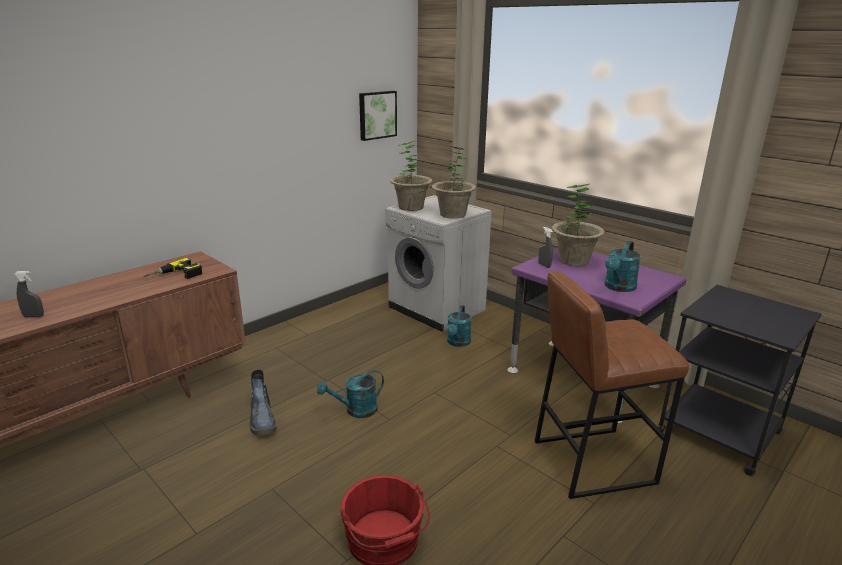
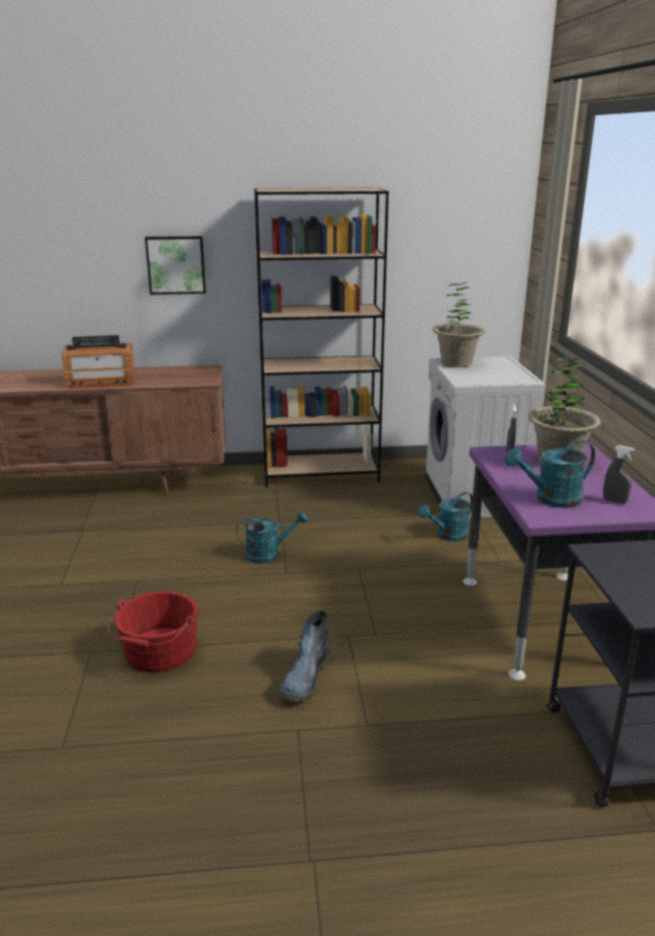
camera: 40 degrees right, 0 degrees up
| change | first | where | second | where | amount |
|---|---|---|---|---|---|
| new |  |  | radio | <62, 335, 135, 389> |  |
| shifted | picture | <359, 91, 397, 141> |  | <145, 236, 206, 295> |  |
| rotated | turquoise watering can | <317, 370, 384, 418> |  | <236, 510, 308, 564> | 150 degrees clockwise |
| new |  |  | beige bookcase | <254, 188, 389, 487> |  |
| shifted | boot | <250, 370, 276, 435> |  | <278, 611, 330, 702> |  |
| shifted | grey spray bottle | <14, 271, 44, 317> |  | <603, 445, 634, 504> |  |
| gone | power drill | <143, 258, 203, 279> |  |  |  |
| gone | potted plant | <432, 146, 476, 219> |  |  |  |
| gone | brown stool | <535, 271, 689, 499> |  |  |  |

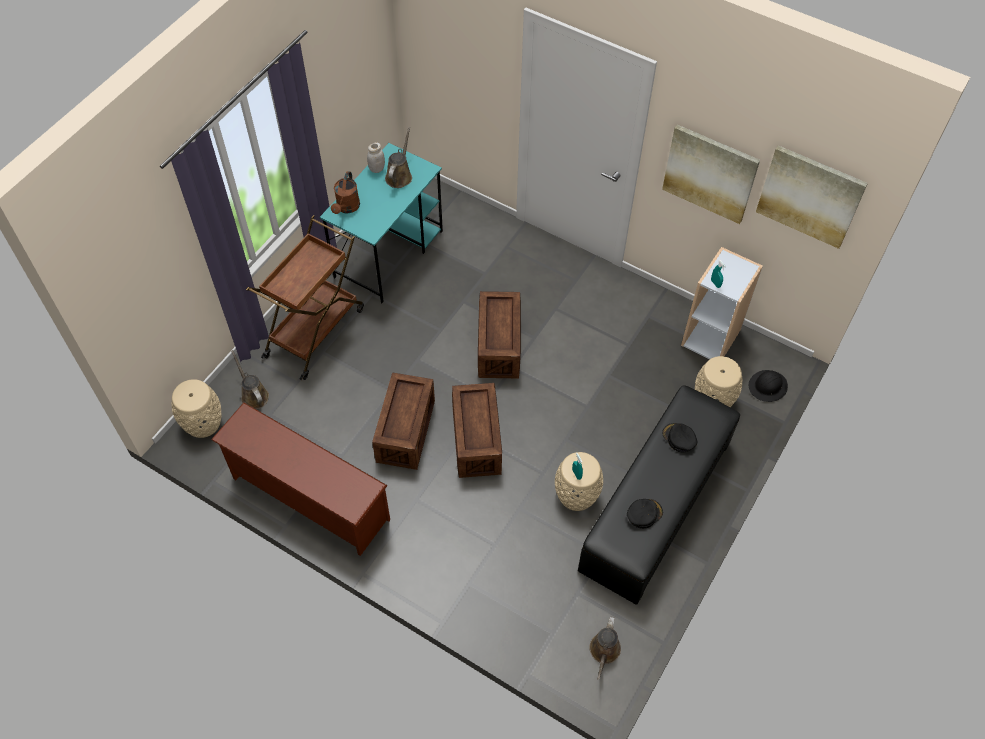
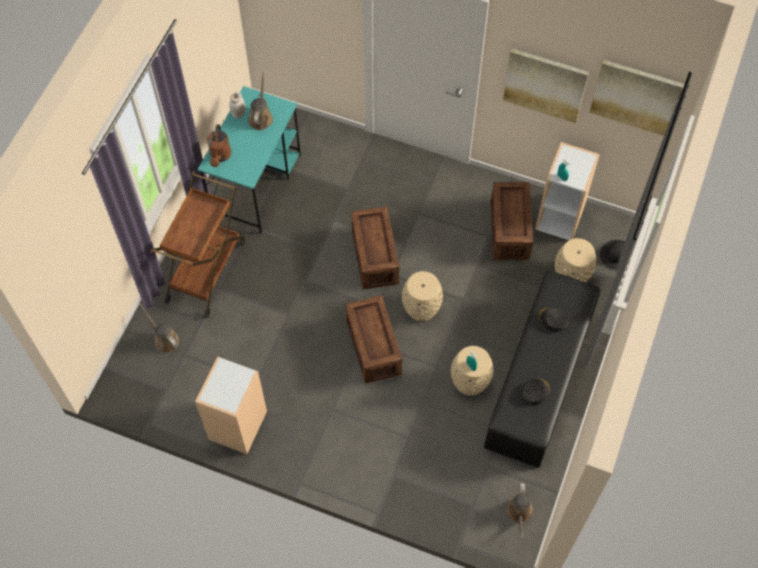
camera: 10 degrees left, 5 degrees up
| change | first | where | second | where | amount |
|---|---|---|---|---|---|
| swapped | brown shoe rack | <211, 402, 390, 556> | bookcase | <195, 356, 267, 454> |  |
| shifted | beige stool | <172, 379, 221, 438> |  | <402, 271, 443, 321> |  |
| shifted | crate | <372, 372, 435, 470> |  | <491, 182, 533, 260> |  |

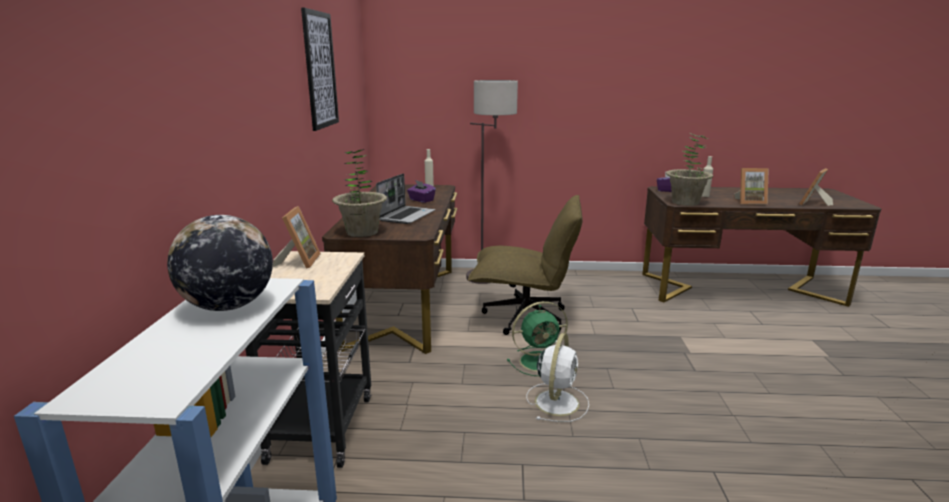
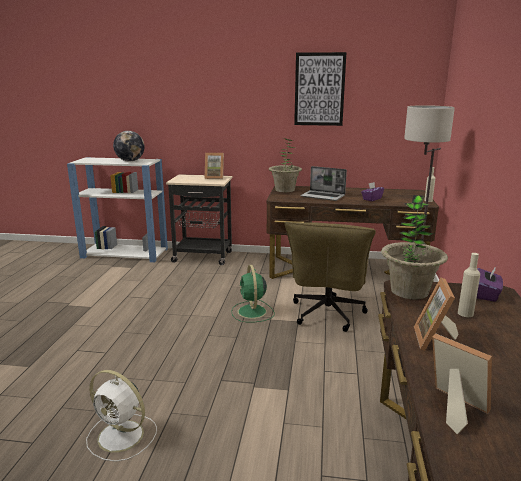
camera: 95 degrees right, 0 degrees up
| change | first | where | second | where | amount |
|---|---|---|---|---|---|
| shifted | white fan | <526, 333, 589, 422> |  | <86, 370, 157, 462> |  |

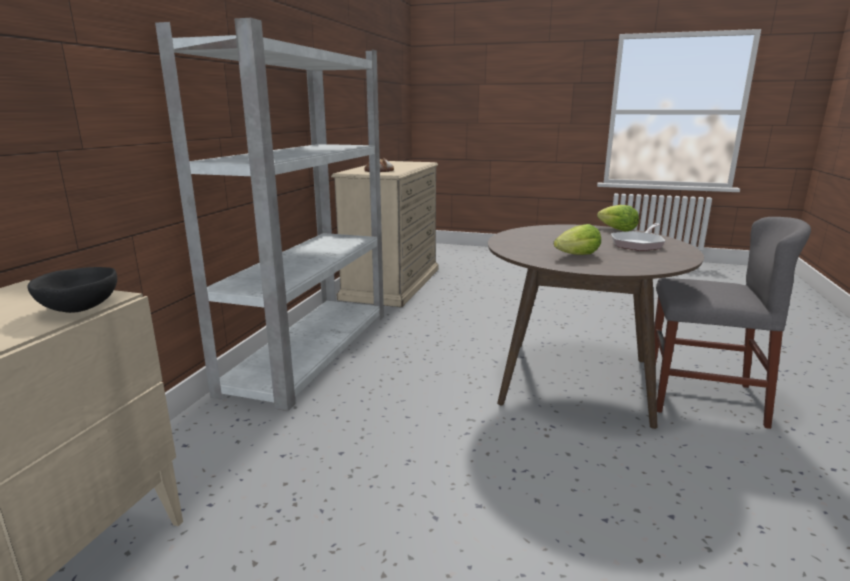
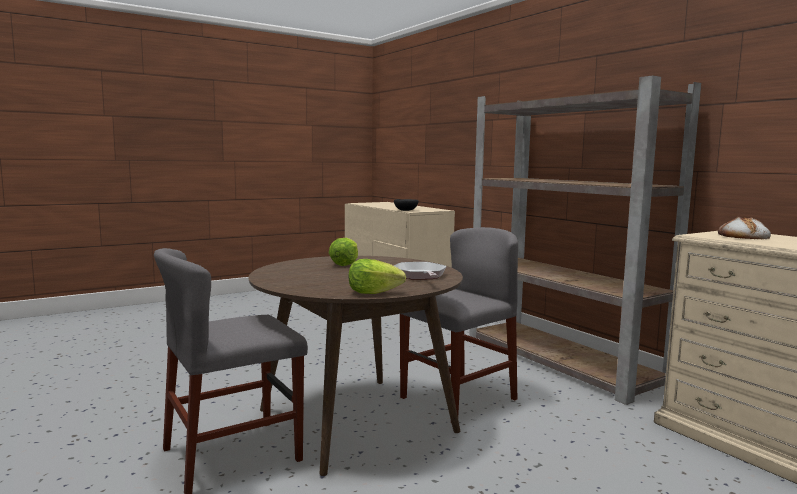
camera: 130 degrees right, 10 degrees down
| change | first | where | second | where | amount |
|---|---|---|---|---|---|
| shifted | frying pan | <611, 223, 665, 251> |  | <394, 262, 446, 280> |  |
| new |  |  | grey chair | <400, 227, 518, 415> |  |
| repainted | white bookcase | <155, 18, 384, 411> | brown bookcase | <469, 76, 701, 405> |  |

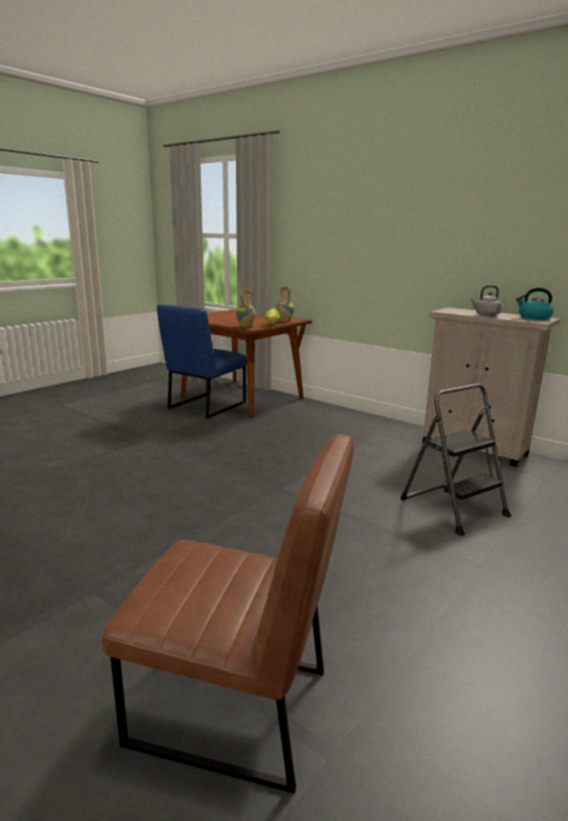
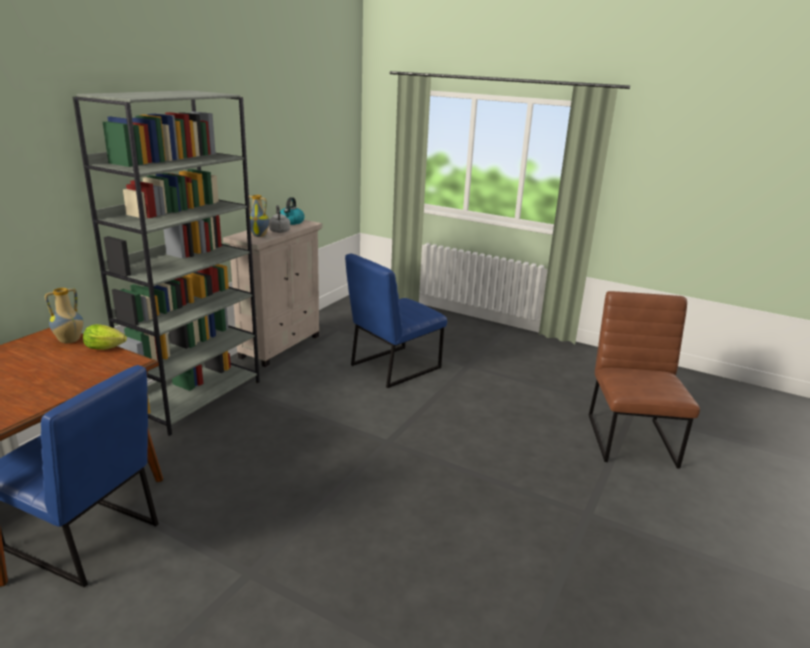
camera: 100 degrees left, 5 degrees up
| change | first | where | second | where | amount |
|---|---|---|---|---|---|
| new |  |  | grey bookcase | <73, 90, 260, 436> |  |
| shifted | vase | <236, 290, 256, 327> |  | <249, 195, 270, 237> |  |
| swapped | black step ladder | <400, 384, 511, 536> | blue chair | <345, 254, 447, 388> |  |

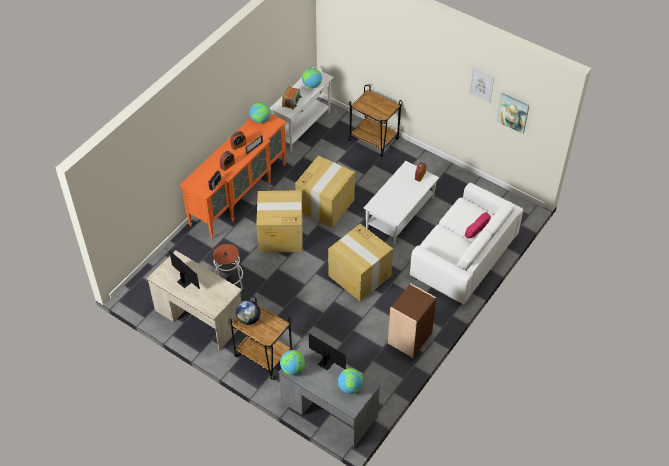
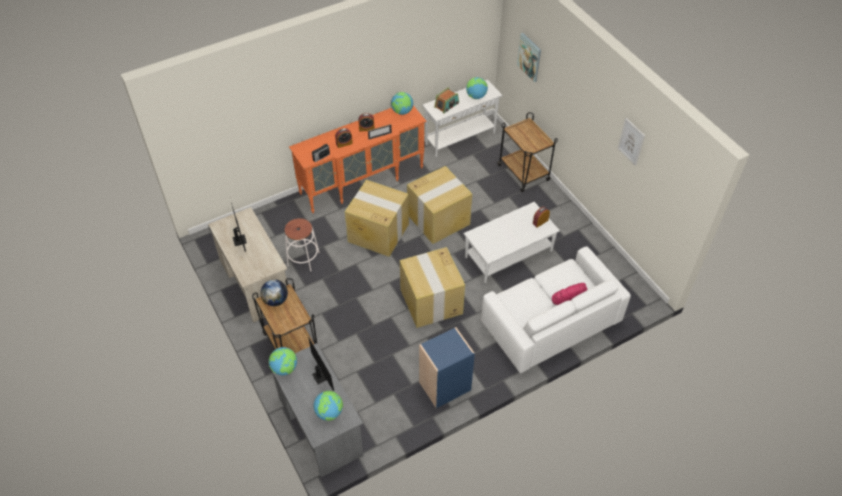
camera: 25 degrees right, 0 degrees up
| change | first | where | second | where | amount |
|---|---|---|---|---|---|
| repainted | brown bookcase | <388, 283, 437, 358> | blue bookcase | <419, 327, 475, 408> |  |
| shifted | picture | <496, 93, 529, 134> |  | <517, 33, 541, 82> |  |

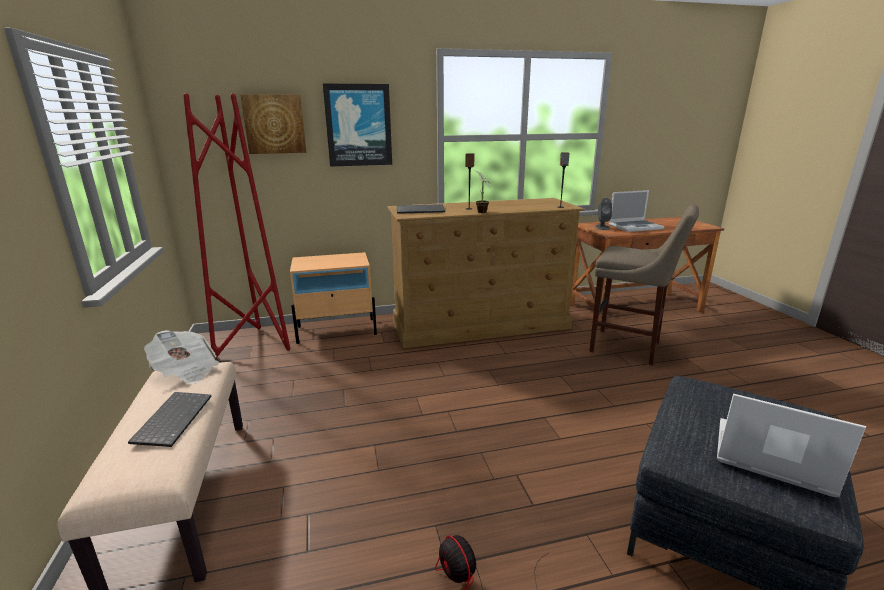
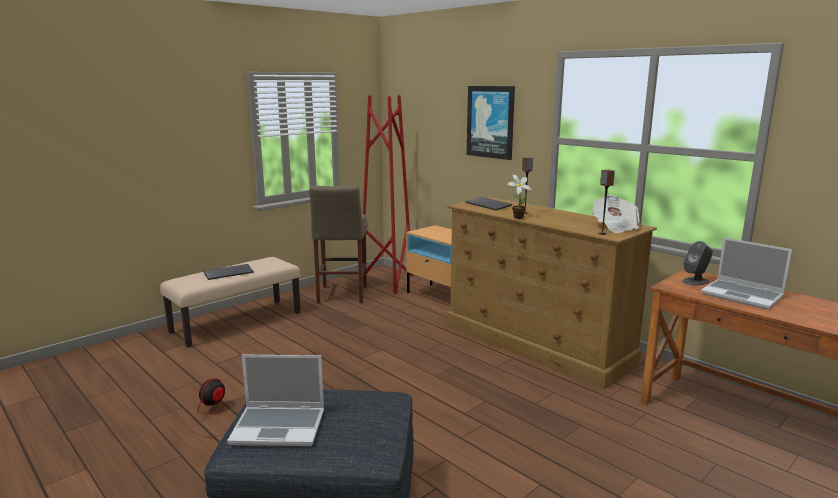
camera: 60 degrees right, 5 degrees down
| change | first | where | second | where | amount |
|---|---|---|---|---|---|
| rotated | laptop | <717, 394, 866, 498> |  | <227, 354, 324, 446> | 90 degrees clockwise |
| shifted | beige stool | <590, 205, 699, 365> |  | <309, 186, 368, 304> |  |
| shifted | newspaper | <144, 330, 219, 384> |  | <592, 195, 640, 233> |  |
| gone | picture | <240, 95, 306, 154> |  |  |  |

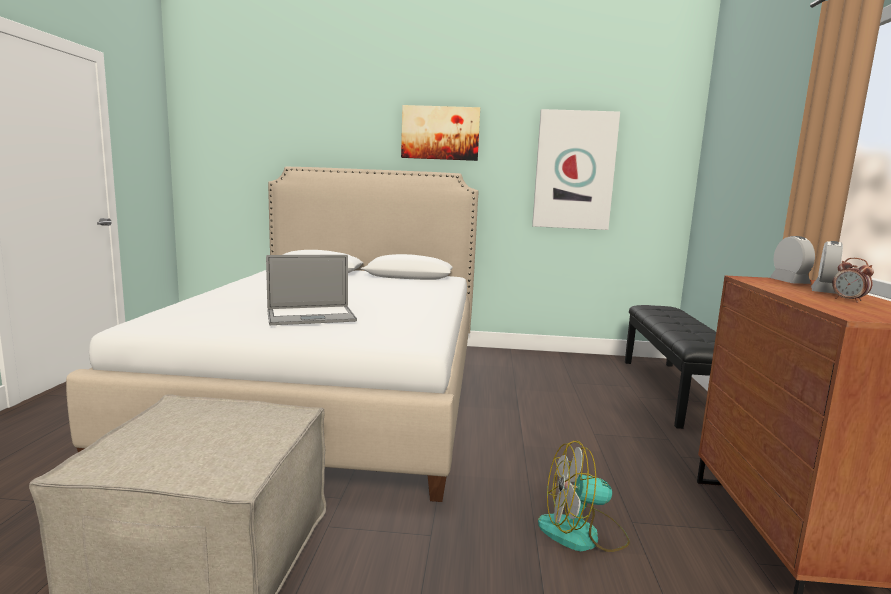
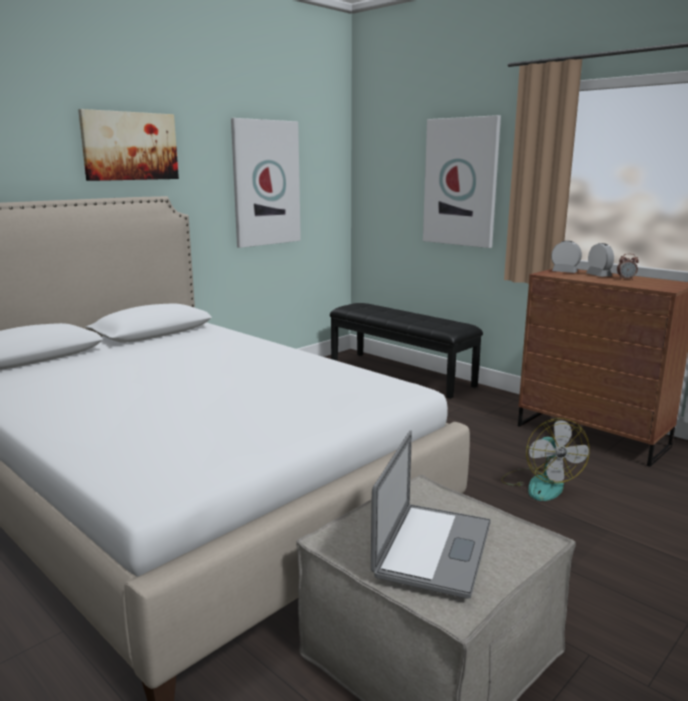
camera: 50 degrees left, 5 degrees up
| change | first | where | second | where | amount |
|---|---|---|---|---|---|
| shifted | laptop | <266, 255, 357, 325> |  | <371, 430, 491, 598> |  |
| new |  |  | picture | <423, 115, 501, 248> |  |
| rotated | fan | <538, 441, 630, 552> |  | <501, 418, 590, 501> | 45 degrees counterclockwise |

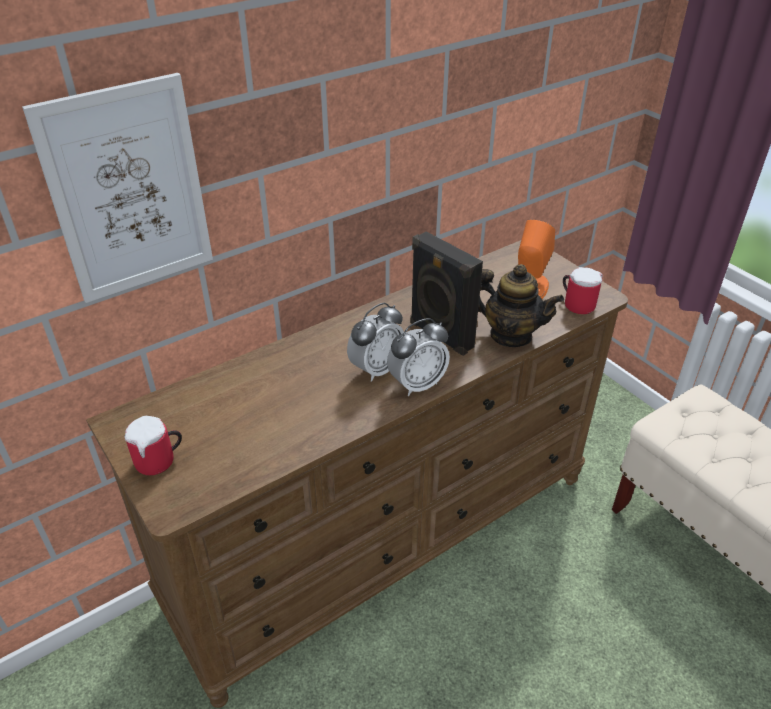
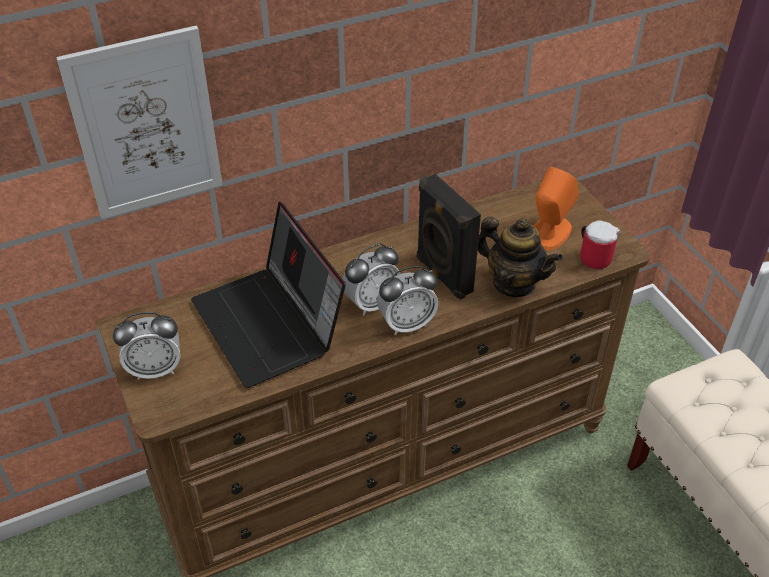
camera: 10 degrees right, 5 degrees up
| change | first | where | second | where | amount |
|---|---|---|---|---|---|
| swapped | mug | <124, 416, 182, 475> | alarm clock | <113, 312, 180, 380> |  |
| new |  |  | laptop | <191, 202, 346, 388> |  |

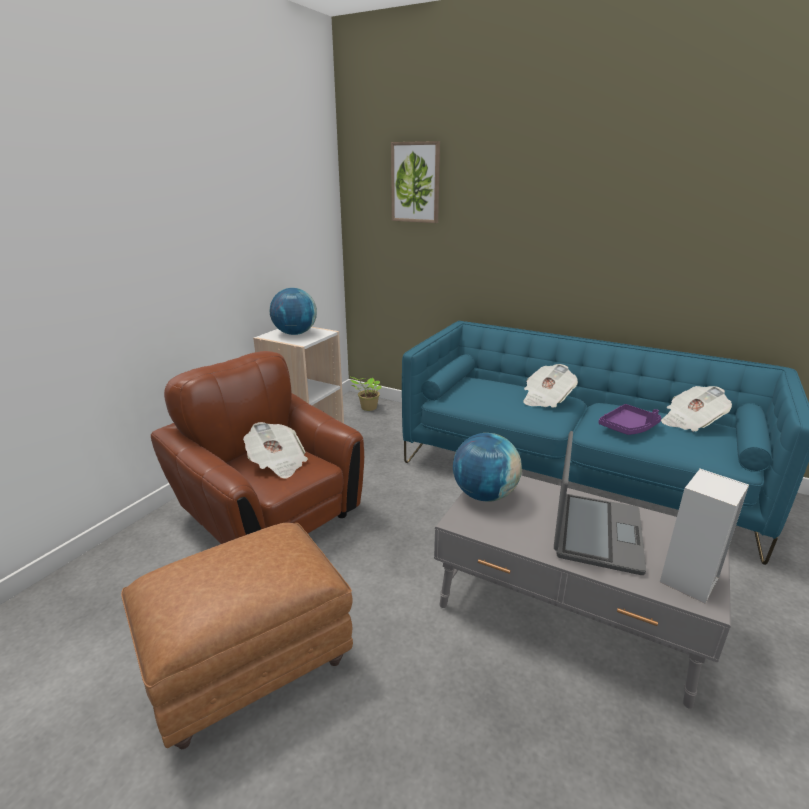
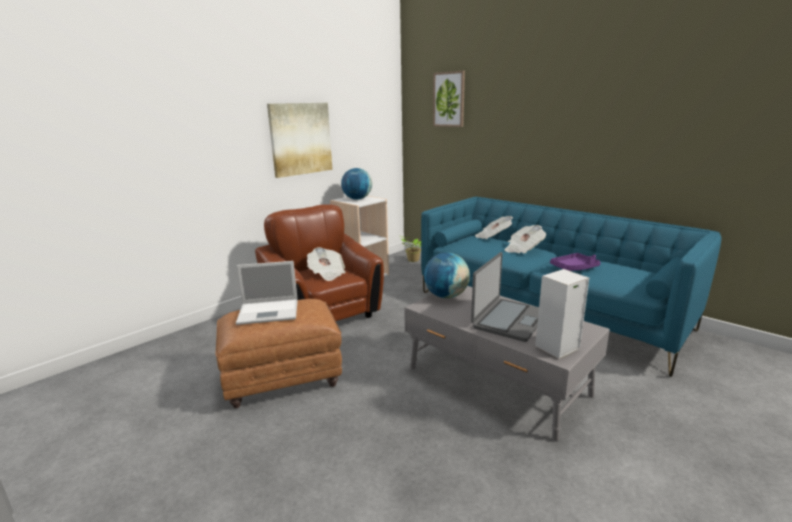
camera: 15 degrees right, 5 degrees down
| change | first | where | second | where | amount |
|---|---|---|---|---|---|
| new |  |  | laptop | <236, 261, 298, 325> |  |
| new |  |  | picture | <267, 103, 332, 178> |  |
| shifted | newspaper | <661, 386, 732, 431> |  | <475, 216, 513, 239> |  |

